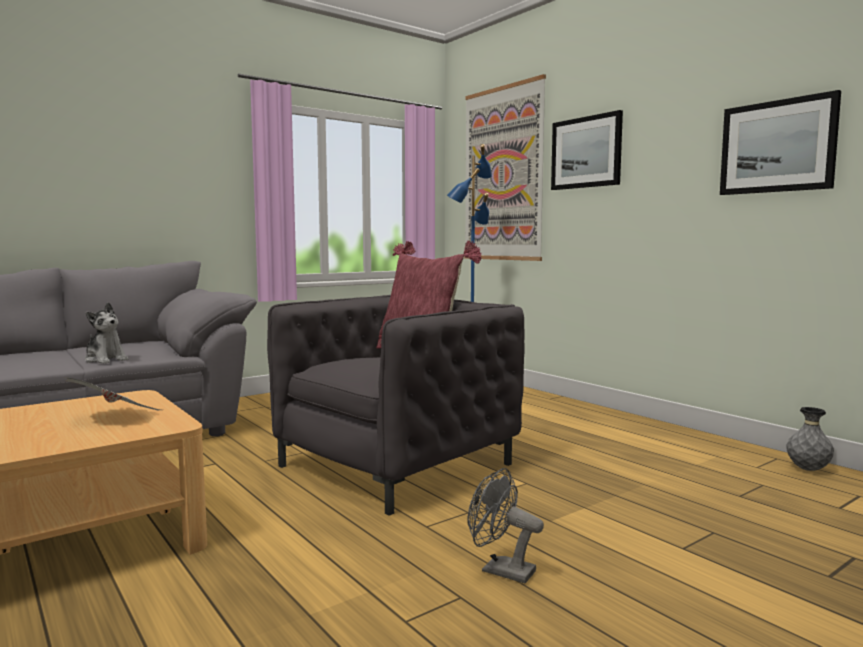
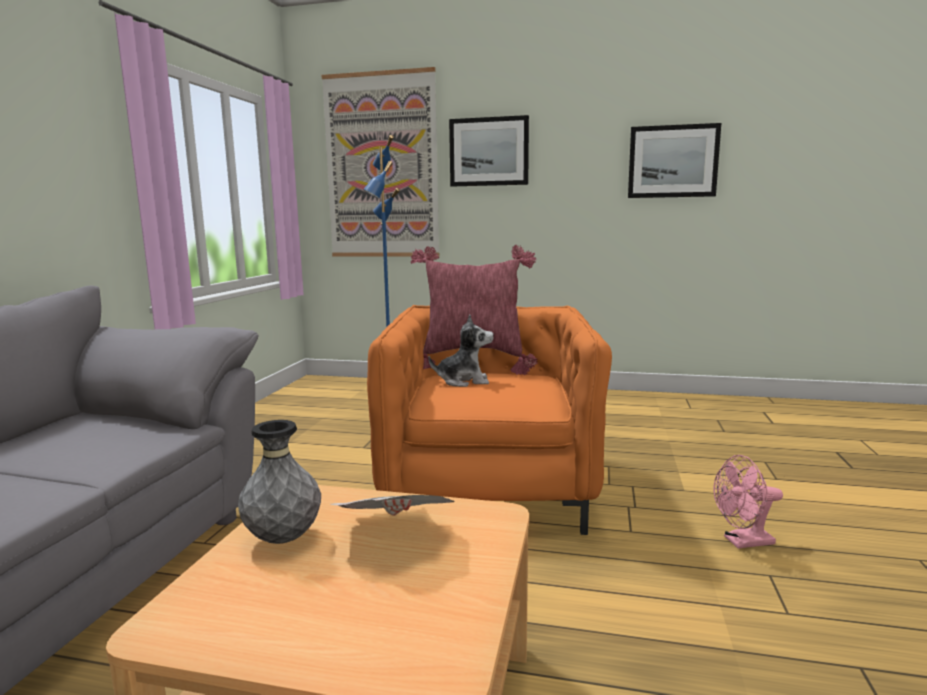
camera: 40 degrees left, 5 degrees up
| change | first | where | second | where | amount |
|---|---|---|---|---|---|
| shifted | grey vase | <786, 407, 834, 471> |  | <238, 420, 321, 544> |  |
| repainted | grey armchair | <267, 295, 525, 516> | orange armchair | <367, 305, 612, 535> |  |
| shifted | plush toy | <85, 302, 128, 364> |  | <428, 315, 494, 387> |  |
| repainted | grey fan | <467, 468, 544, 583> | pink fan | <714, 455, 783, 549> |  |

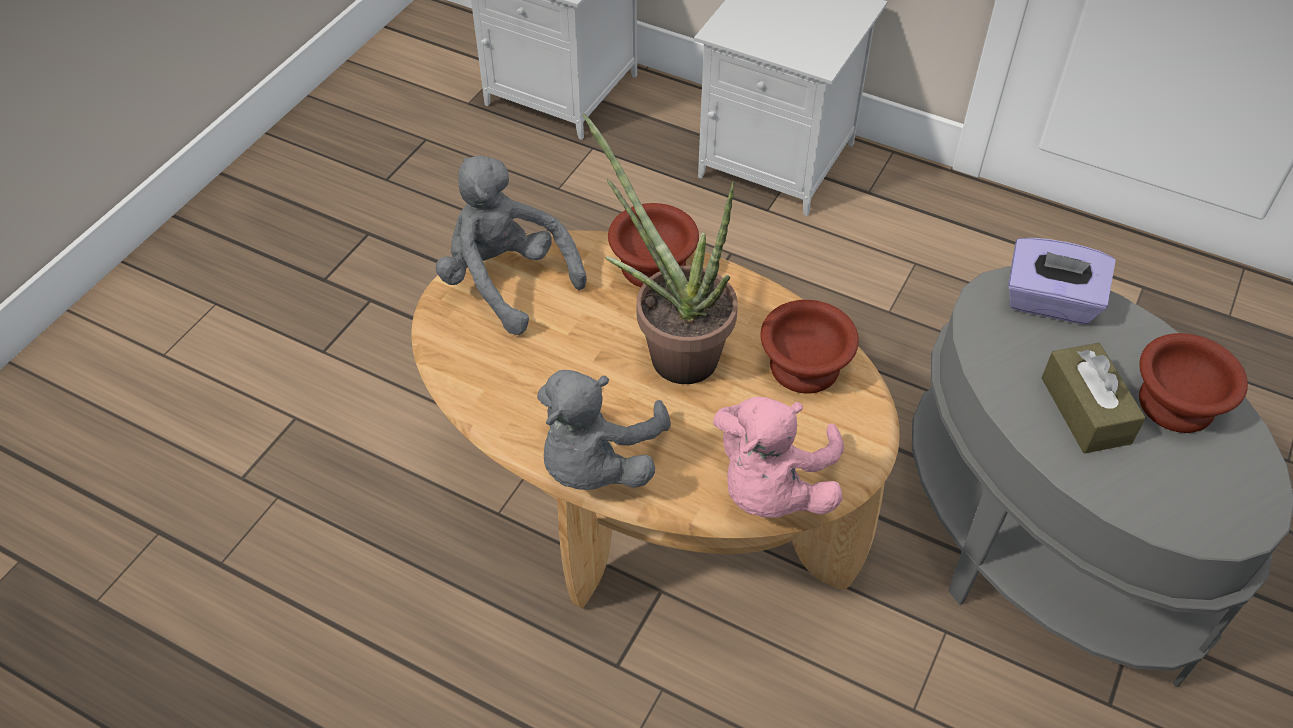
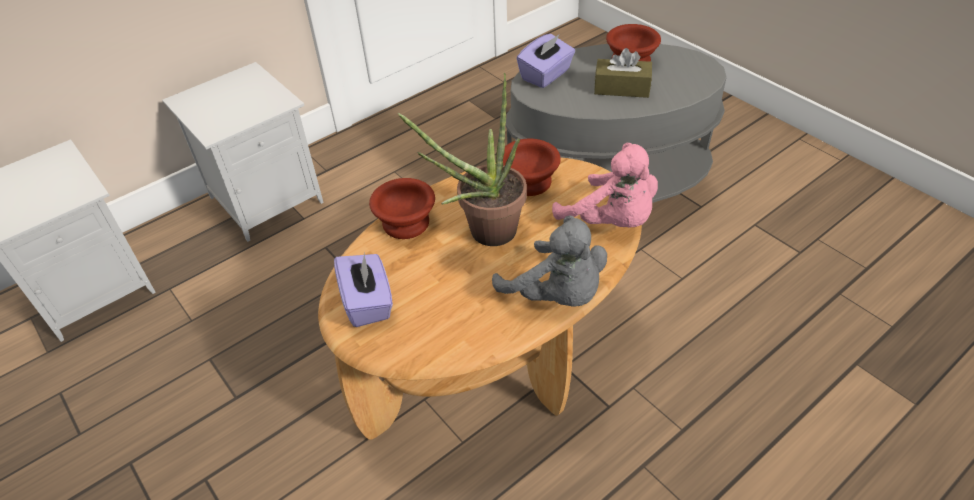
camera: 65 degrees left, 5 degrees down
| change | first | where | second | where | amount |
|---|---|---|---|---|---|
| swapped | grey plush toy | <435, 156, 587, 335> | purple tissue box | <334, 253, 393, 327> |  |

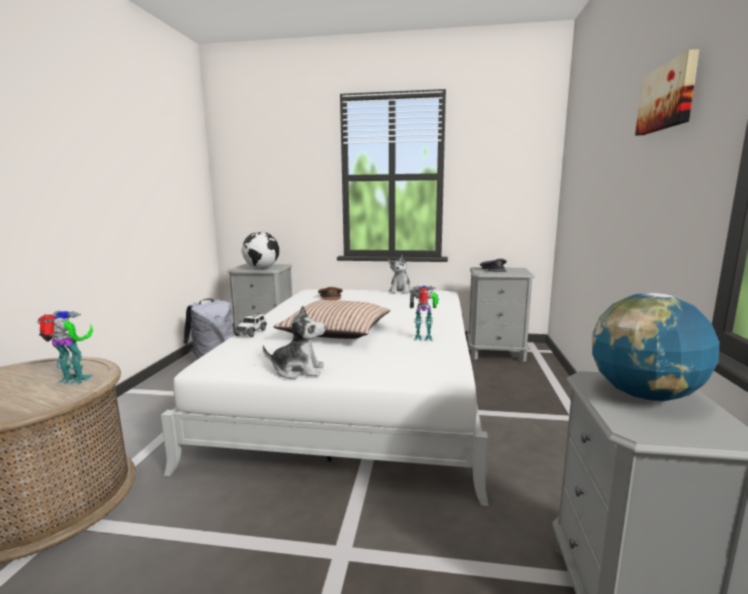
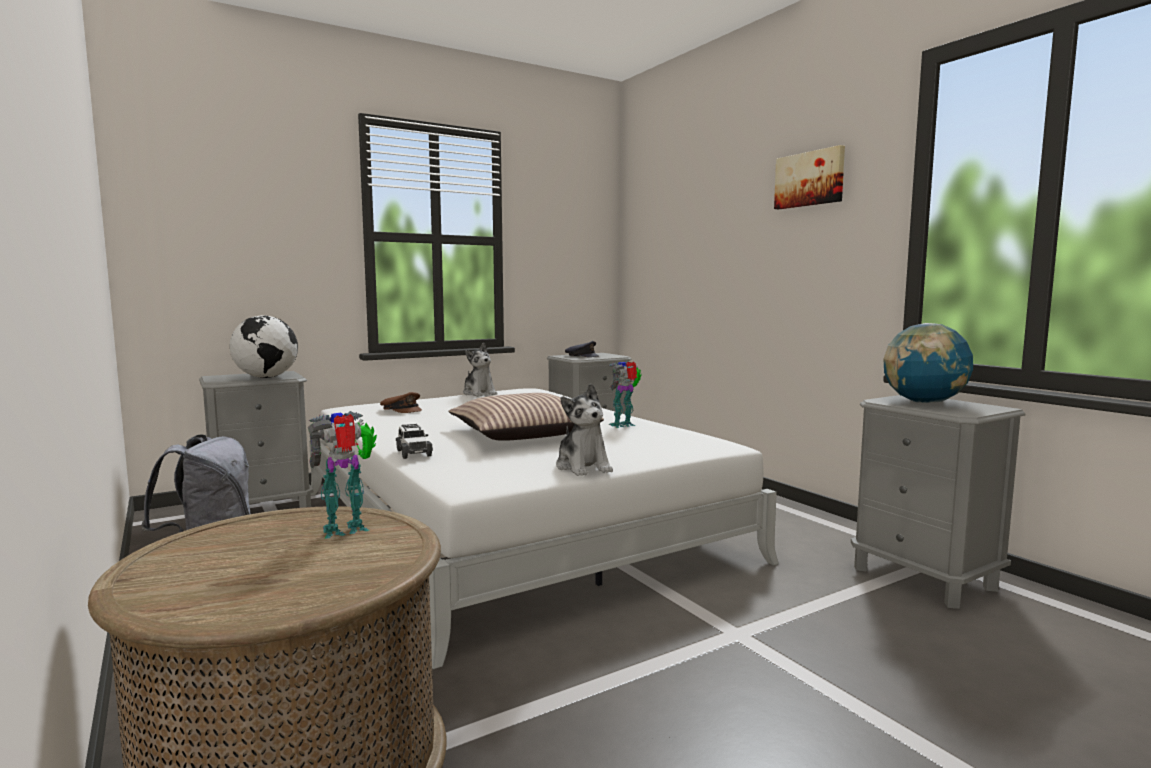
camera: 40 degrees left, 5 degrees down
| change | first | where | second | where | amount |
|---|---|---|---|---|---|
| rotated | plush toy | <263, 306, 326, 379> |  | <556, 383, 613, 476> | 105 degrees clockwise |

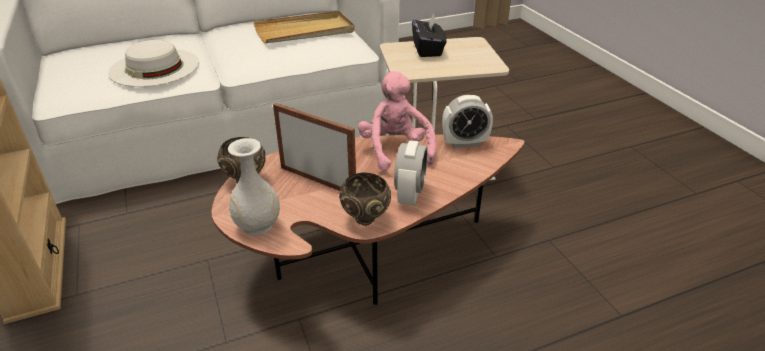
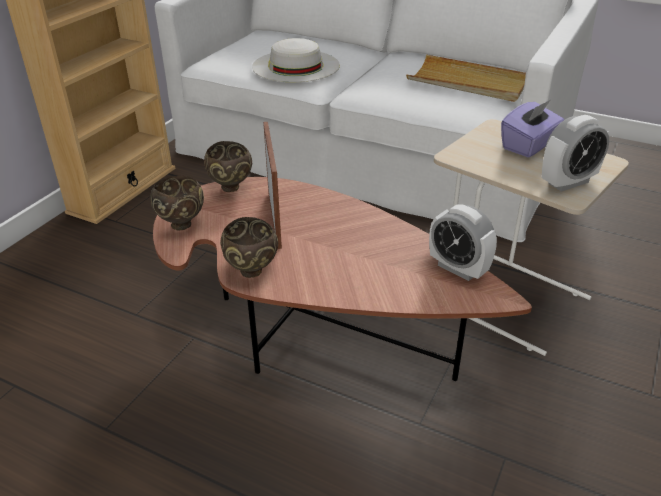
camera: 50 degrees right, 0 degrees up
| change | first | where | second | where | amount |
|---|---|---|---|---|---|
| swapped | white vase | <228, 138, 280, 235> | brown bowl | <150, 176, 204, 231> |  |
| repainted | black tissue box | <412, 15, 447, 57> | purple tissue box | <501, 100, 564, 157> |  |
| shifted | alarm clock | <394, 140, 428, 205> |  | <542, 115, 609, 192> |  |
| gone | pink plush toy | <358, 71, 436, 172> |  |  |  |

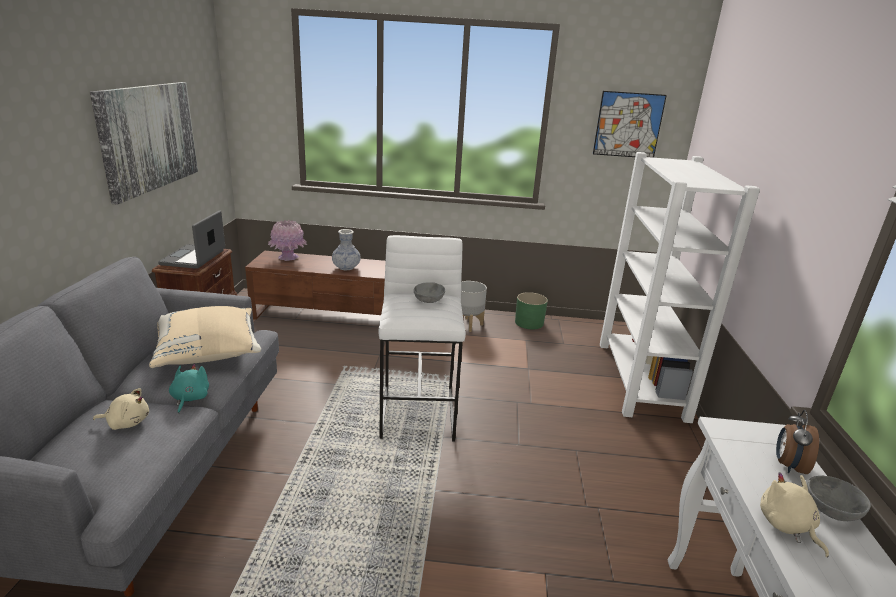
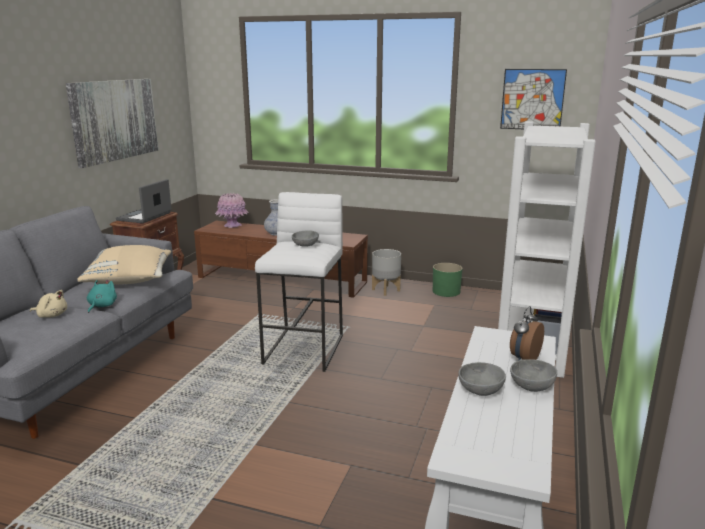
camera: 15 degrees right, 5 degrees down
| change | first | where | second | where | amount |
|---|---|---|---|---|---|
| swapped | beige plush toy | <760, 472, 829, 557> | grey bowl | <458, 362, 506, 396> |  |

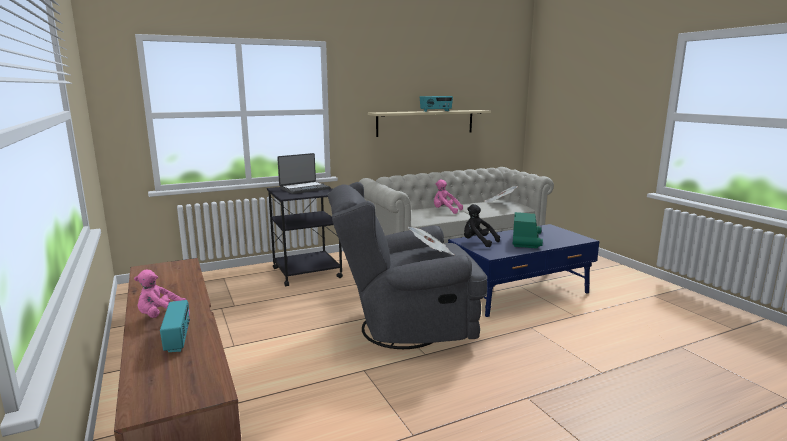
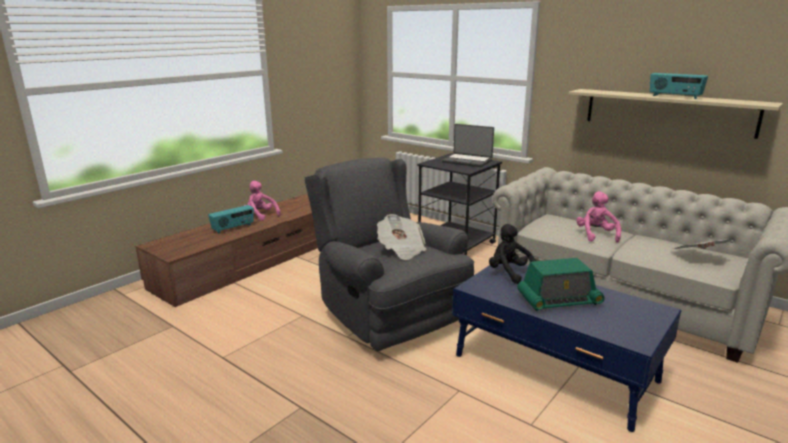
camera: 65 degrees right, 5 degrees up
| change | first | where | second | where | amount |
|---|---|---|---|---|---|
| rotated | black plush toy | <464, 204, 500, 247> |  | <489, 224, 536, 284> | 45 degrees counterclockwise |

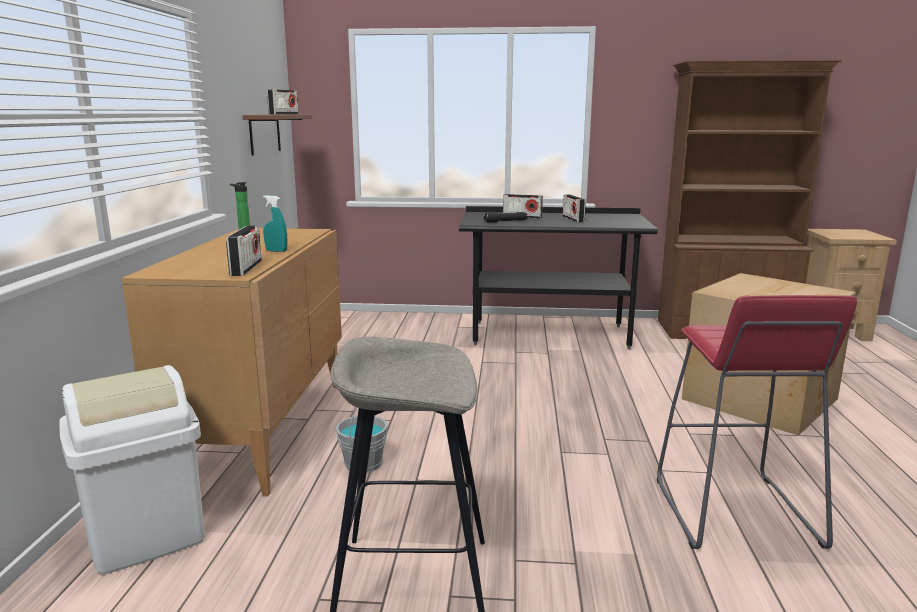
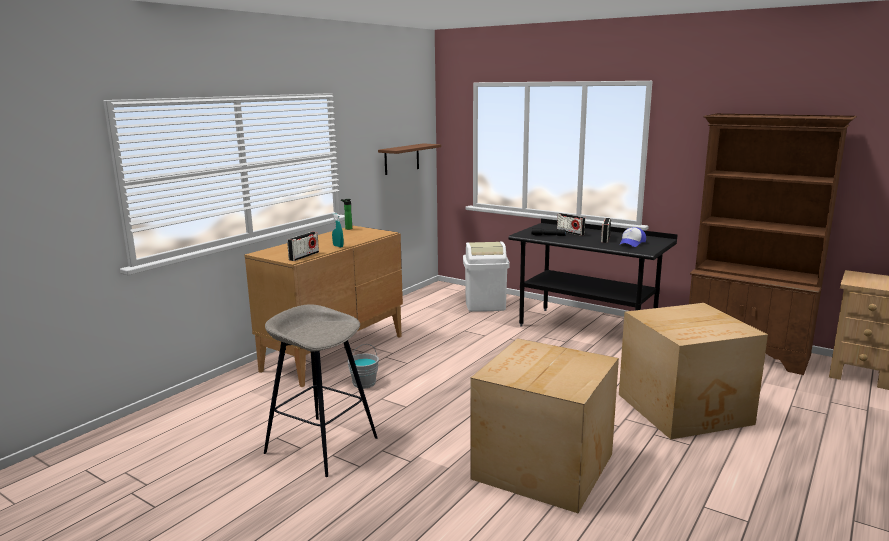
camera: 30 degrees right, 0 degrees up
| change | first | where | second | where | amount |
|---|---|---|---|---|---|
| shifted | white trash can | <59, 365, 205, 574> |  | <463, 242, 510, 312> |  |
| swapped | red stool | <657, 295, 857, 549> | cardboard box | <471, 338, 619, 513> |  |
| new |  |  | cap | <619, 227, 646, 247> |  |
| gone | radio | <267, 89, 298, 115> |  |  |  |

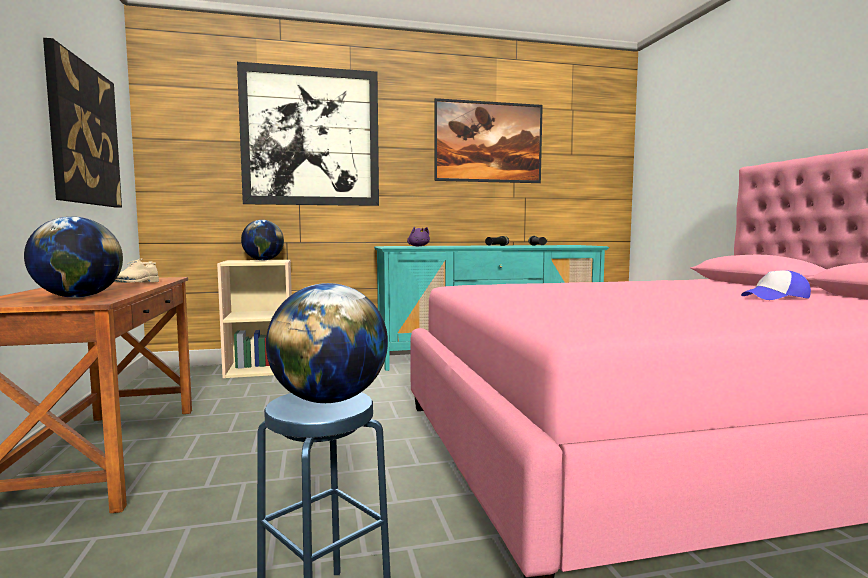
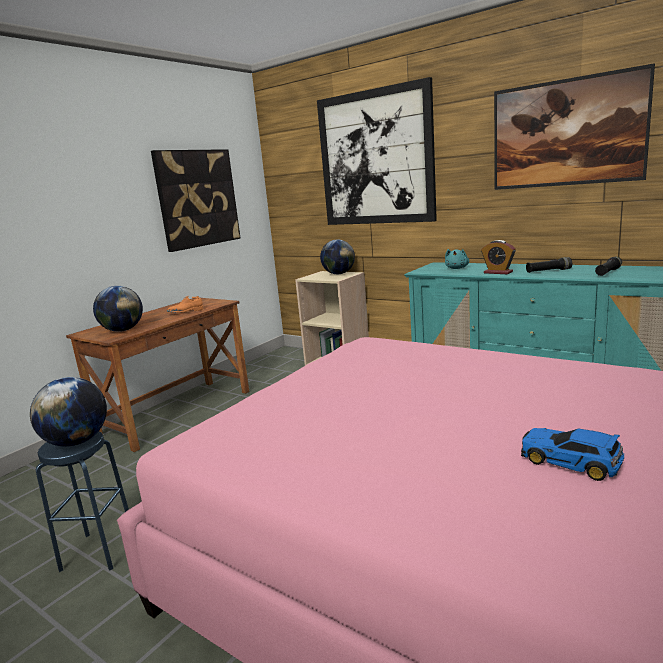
camera: 50 degrees right, 10 degrees up
| change | first | where | second | where | amount |
|---|---|---|---|---|---|
| repainted | beige shoe | <114, 258, 159, 283> | orange shoe | <167, 296, 203, 313> |  |
| repainted | purple plush toy | <407, 227, 430, 246> | turquoise plush toy | <445, 249, 469, 269> |  |
| new |  |  | alarm clock | <481, 240, 516, 274> |  |
| swapped | cap | <741, 270, 811, 300> | toy car | <521, 428, 624, 481> |  |

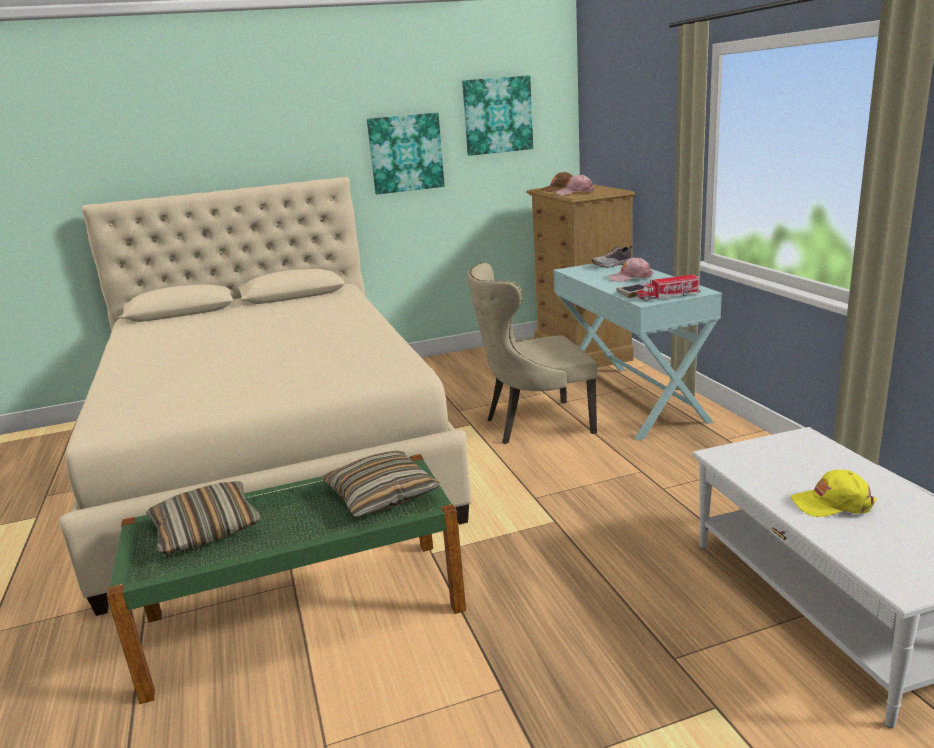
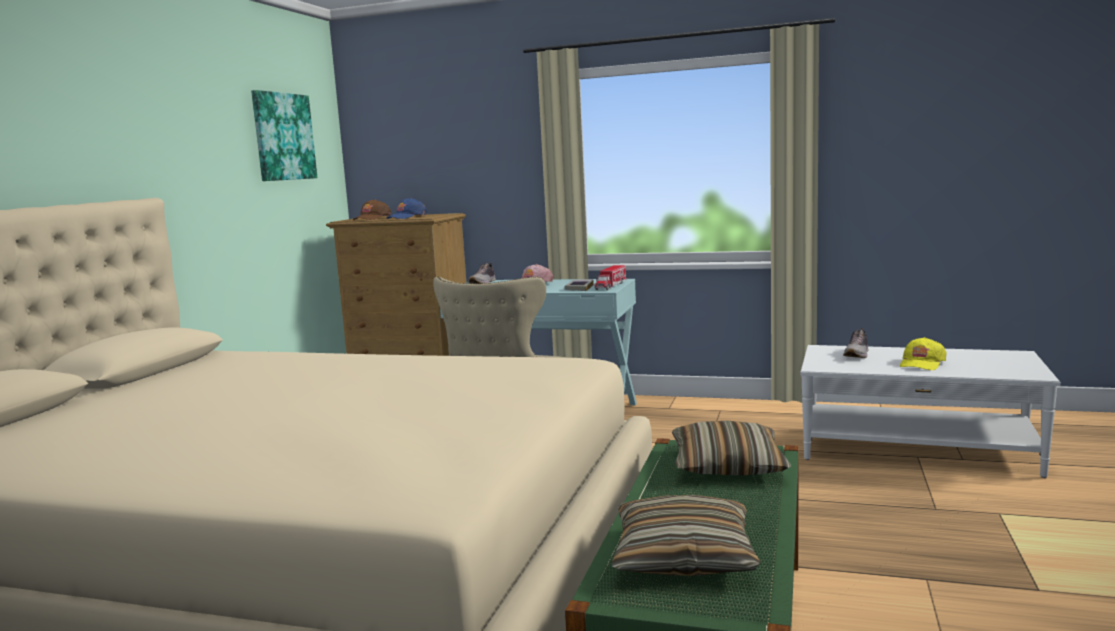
camera: 55 degrees left, 10 degrees down
| change | first | where | second | where | amount |
|---|---|---|---|---|---|
| repainted | pink cap | <555, 174, 594, 195> | blue cap | <386, 198, 427, 219> |  |
| new |  |  | shoe | <843, 328, 868, 358> |  |
| gone | picture | <367, 113, 445, 194> |  |  |  |

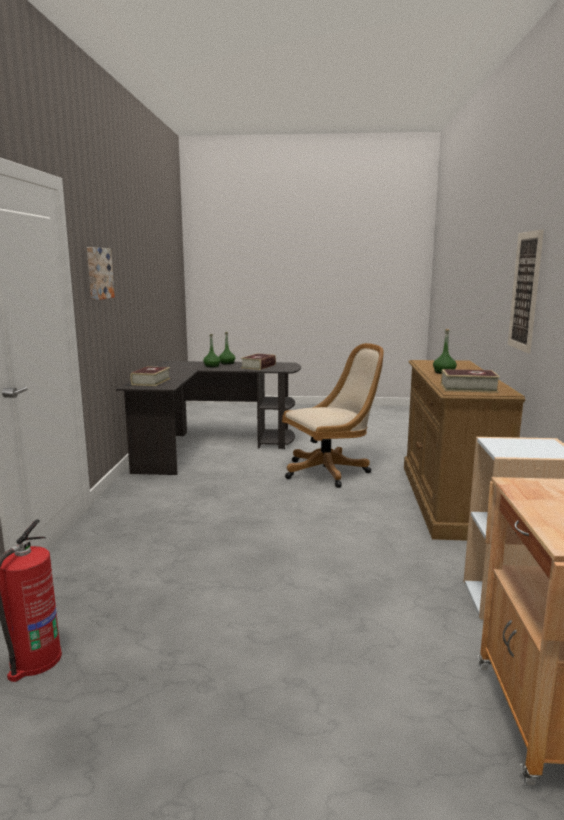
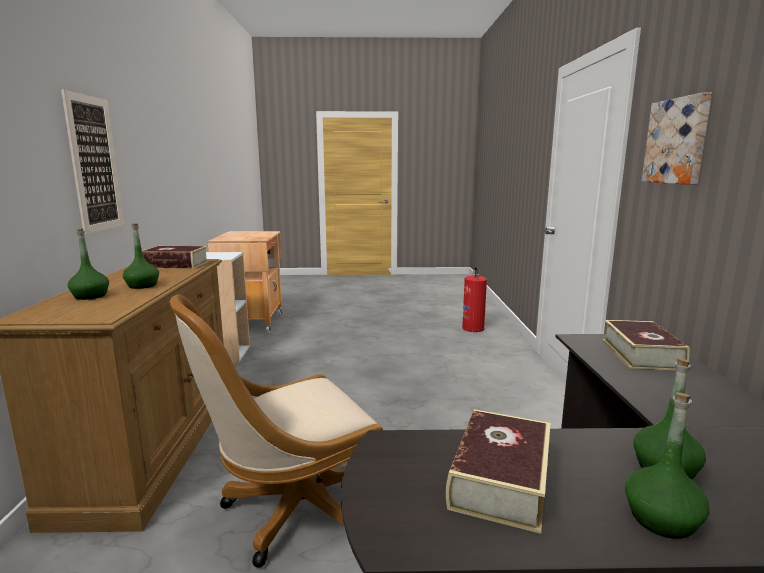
camera: 175 degrees right, 0 degrees up
| change | first | where | second | where | amount |
|---|---|---|---|---|---|
| new |  |  | green bottle | <68, 228, 109, 300> |  |

